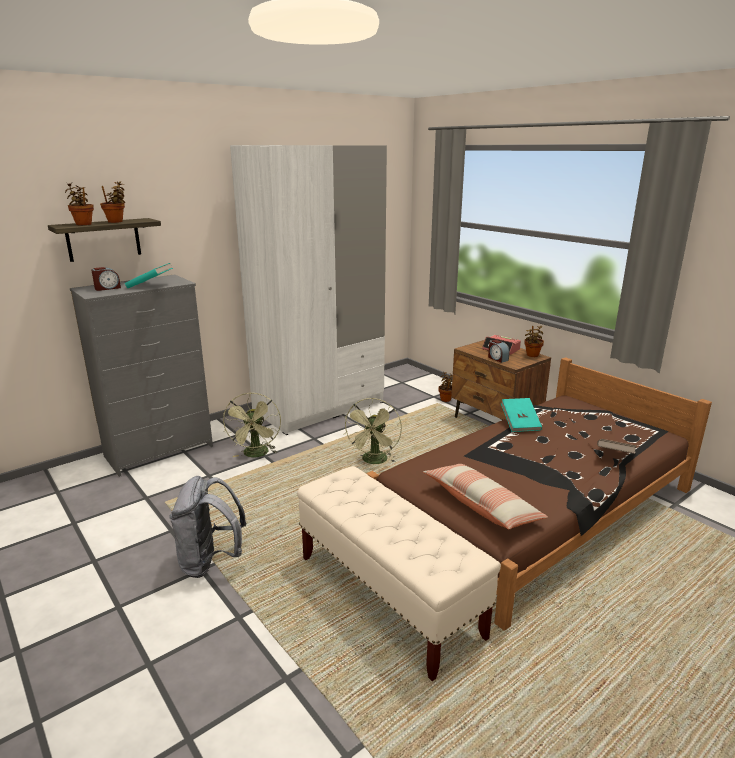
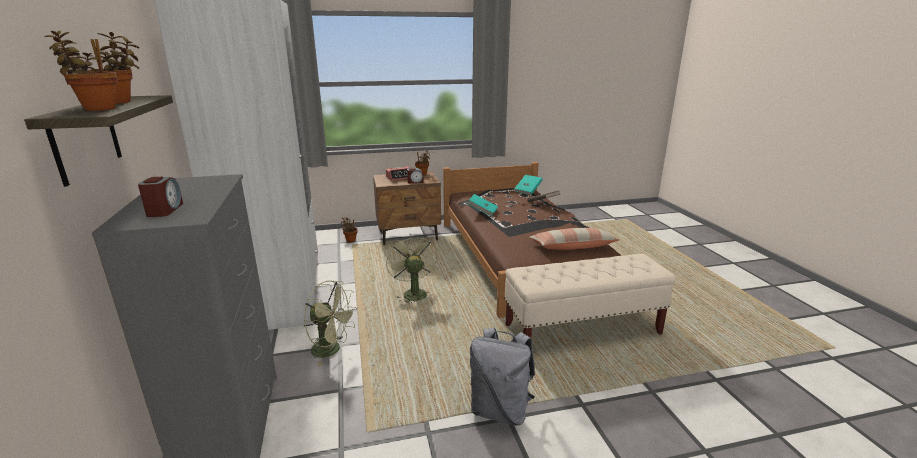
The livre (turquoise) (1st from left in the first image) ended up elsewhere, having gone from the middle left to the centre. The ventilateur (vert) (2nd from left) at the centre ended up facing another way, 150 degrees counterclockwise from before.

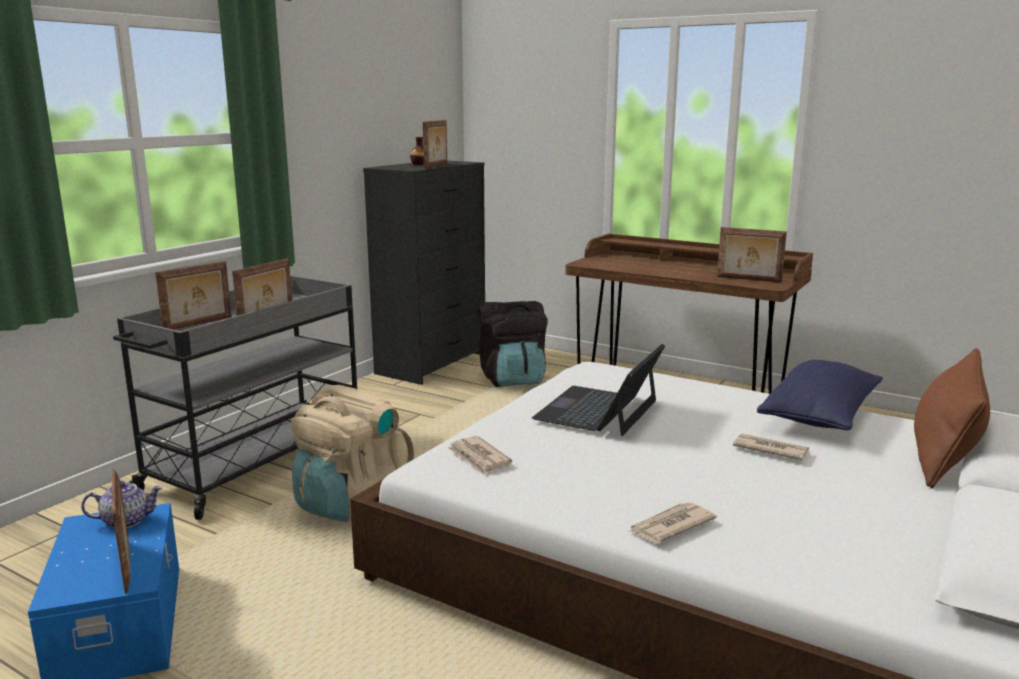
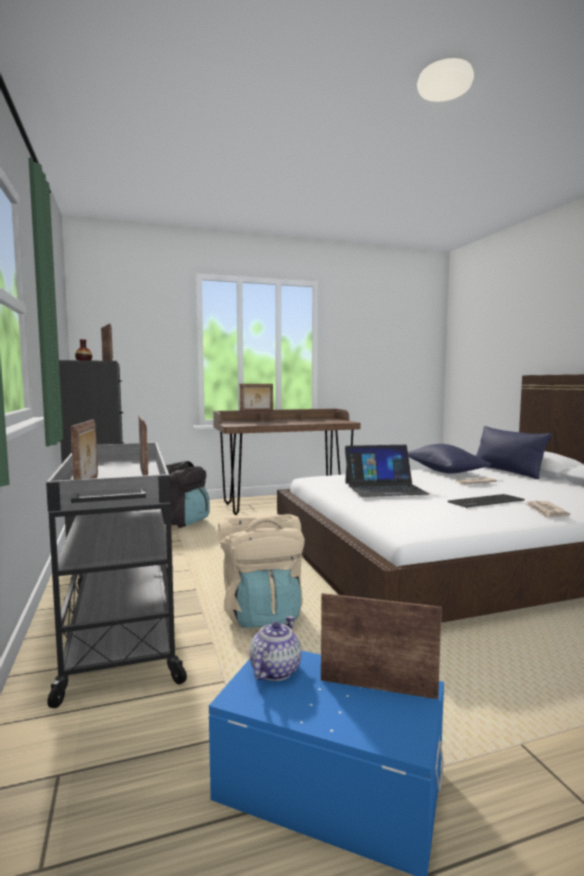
The cadre photo (5th from left in the first image) ended up elsewhere, having gone from the middle right to the centre. The ordinateur portable at the centre ended up facing another way, 75 degrees counterclockwise from before. What was the coussin (marron) at the middle right turned into the coussin (bleu) (2nd from left) at the middle right. The second view lost the journal (1st from left) at the bottom centre. The second view gained the clavier at the middle right.

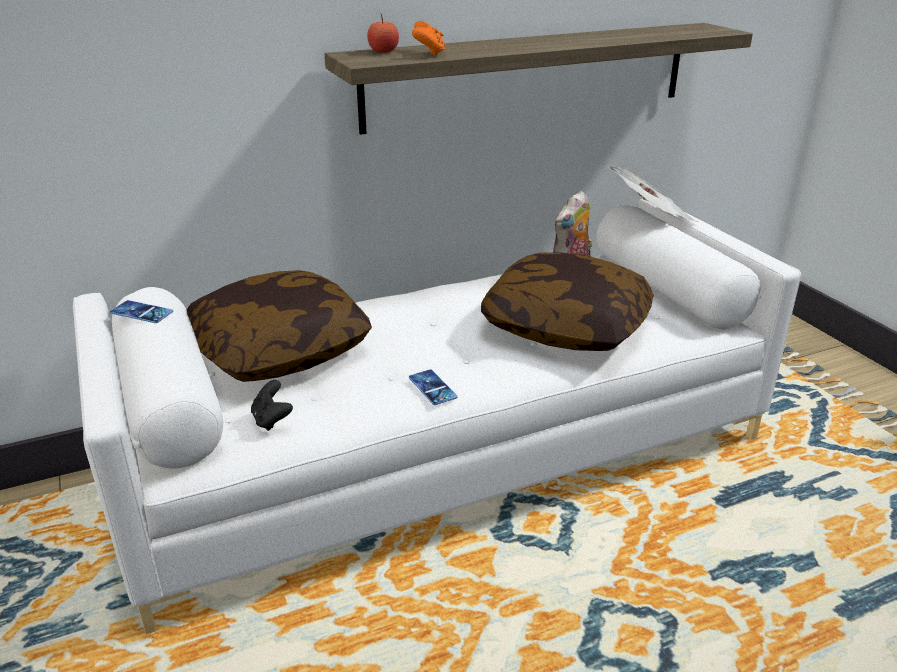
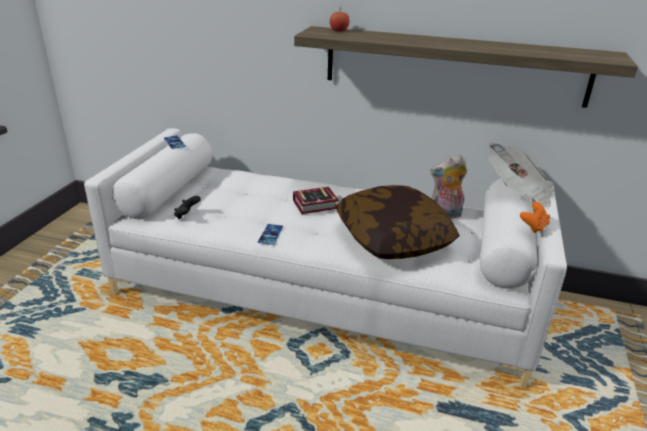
The manette (orange) ended up elsewhere, having gone from the top centre to the middle right. The second view lost the coussin (1st from left) at the middle left. The second view gained the livre at the centre.

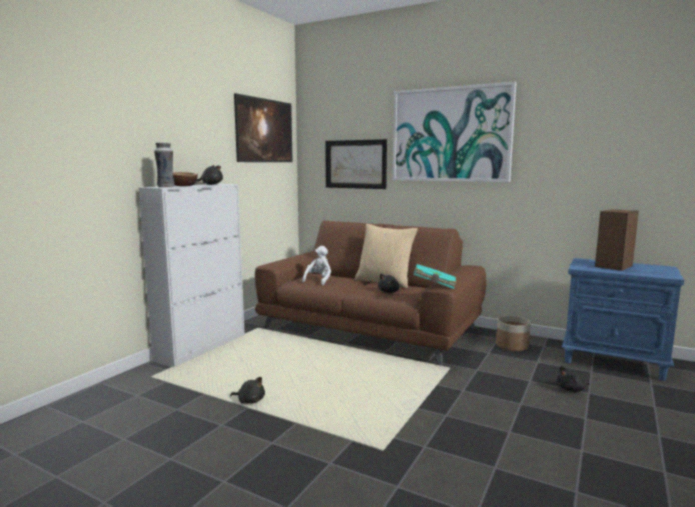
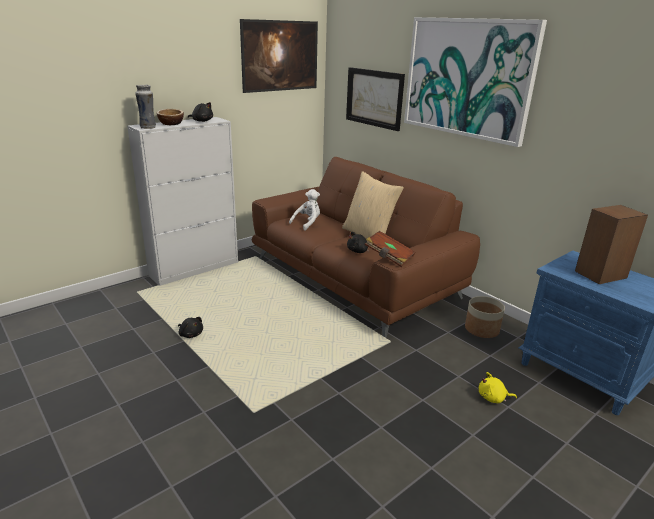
What was the livre (turquoise) at the centre turned into the livre (marron) at the centre. What was the peluche (noir) (4th from left) at the bottom right turned into the peluche (jaune) at the bottom right.

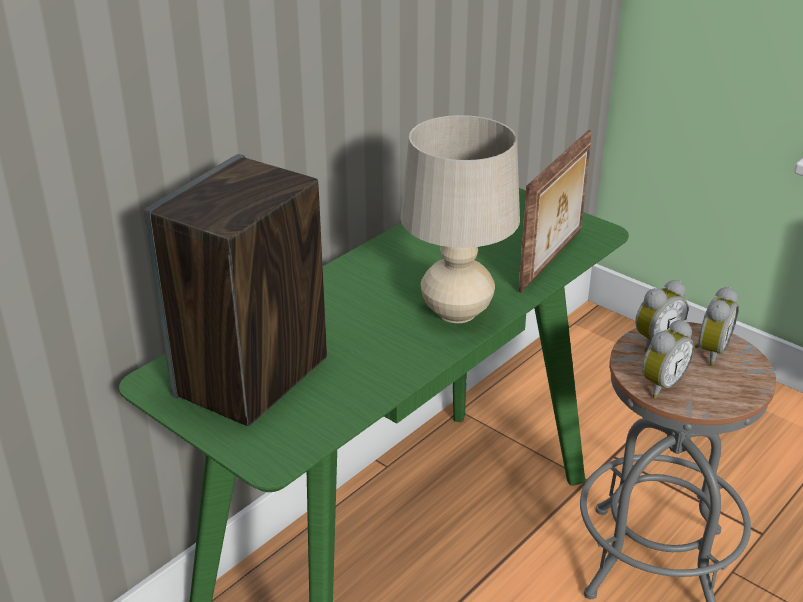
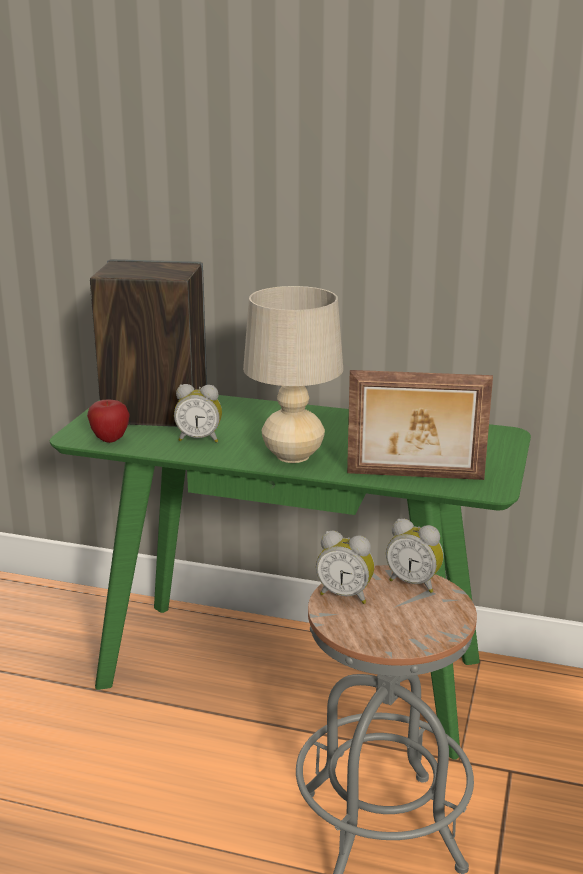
The réveil (3rd from left in the first image) ended up elsewhere, having gone from the middle right to the centre. The second view gained the pomme at the middle left.

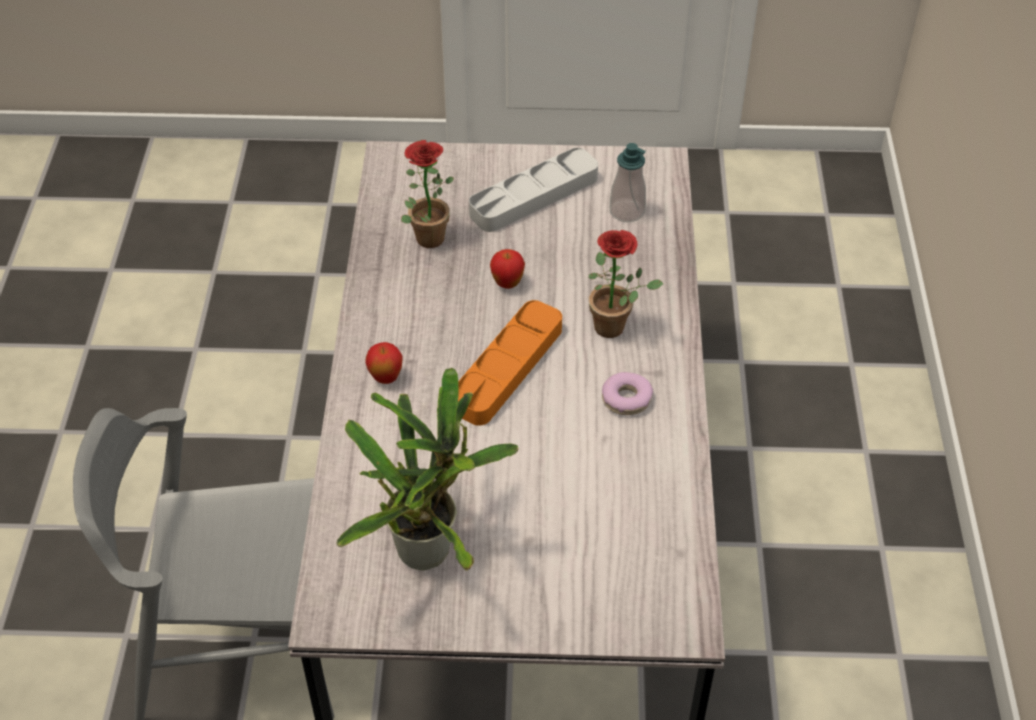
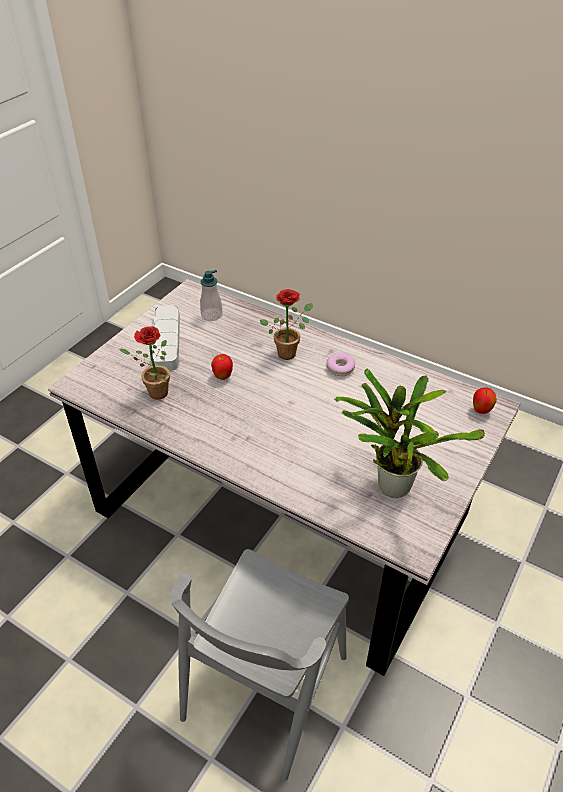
The second view lost the plateau (orange) at the centre. The pomme (1st from left in the first image) ended up elsewhere, having gone from the centre to the middle right.

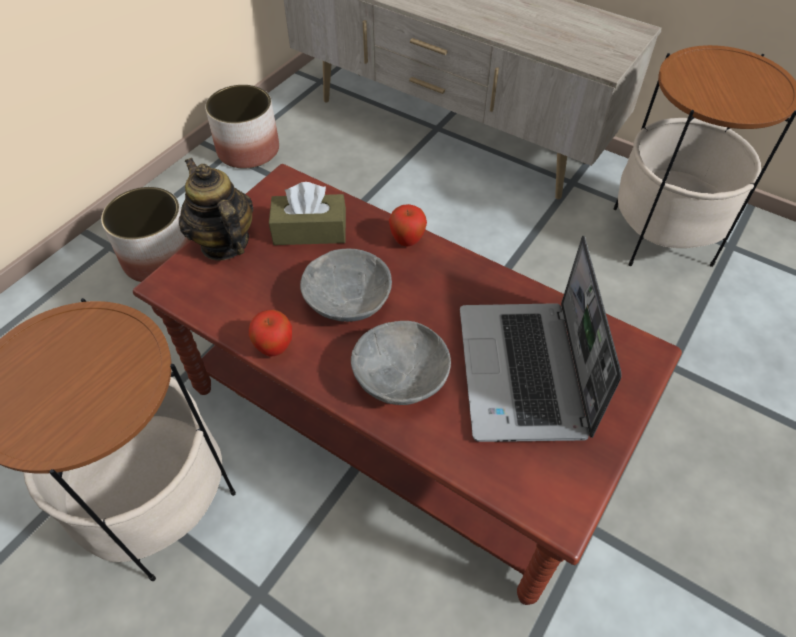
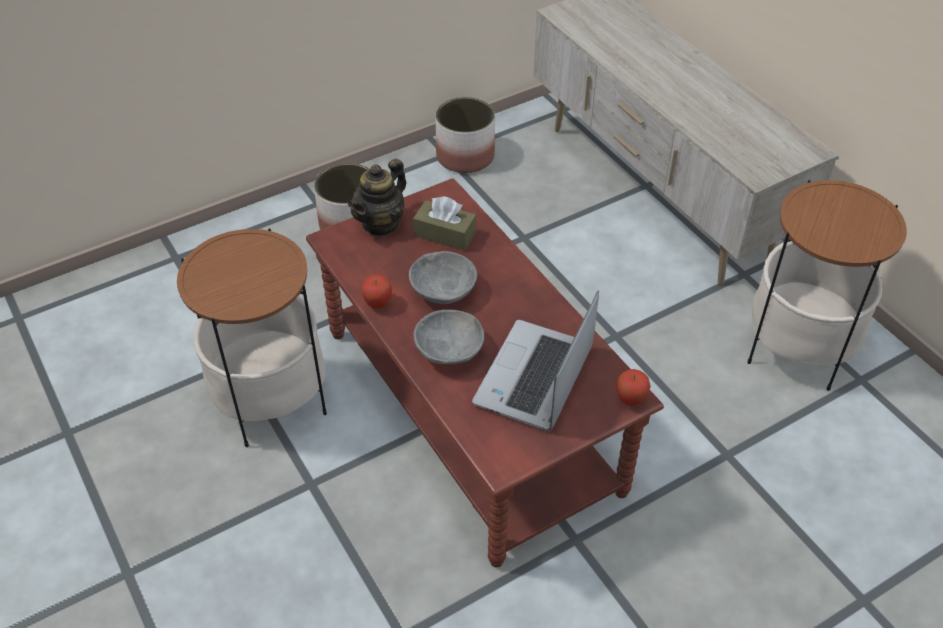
The théière at the top left ended up facing another way, 135 degrees counterclockwise from before. The pomme (2nd from left) ended up elsewhere, having gone from the centre to the middle right.

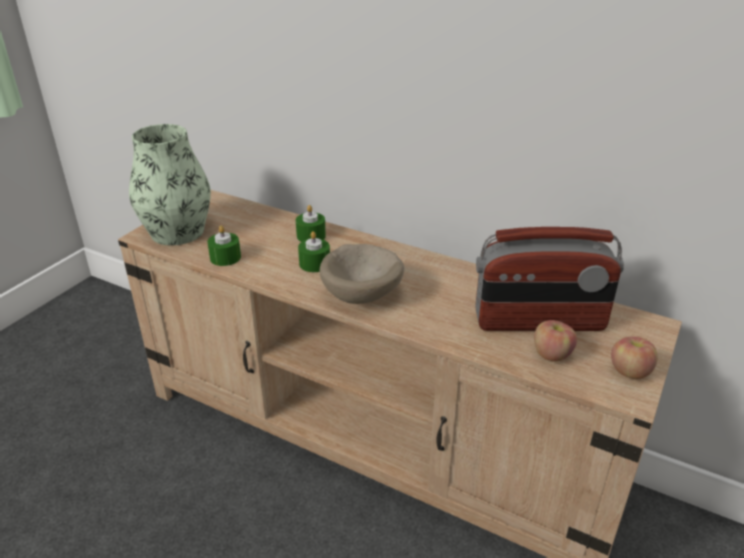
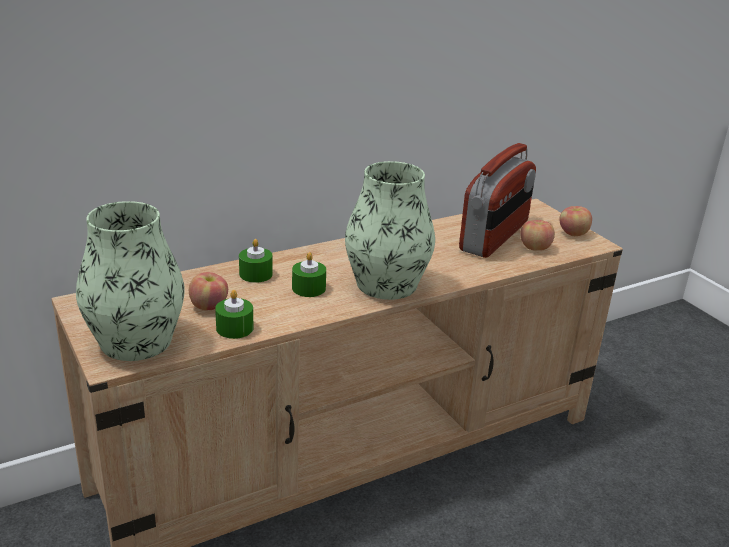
Where the bol (beige) stood at the centre, the vase (2nd from left) came to stand at the centre. The second view gained the pomme (1st from left) at the middle left.

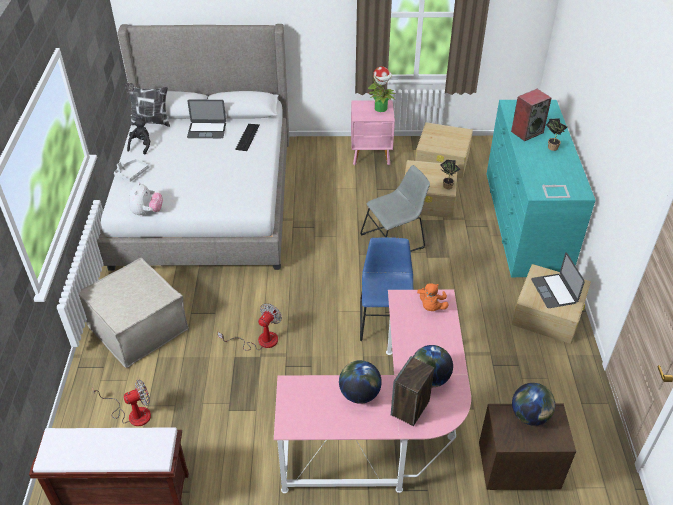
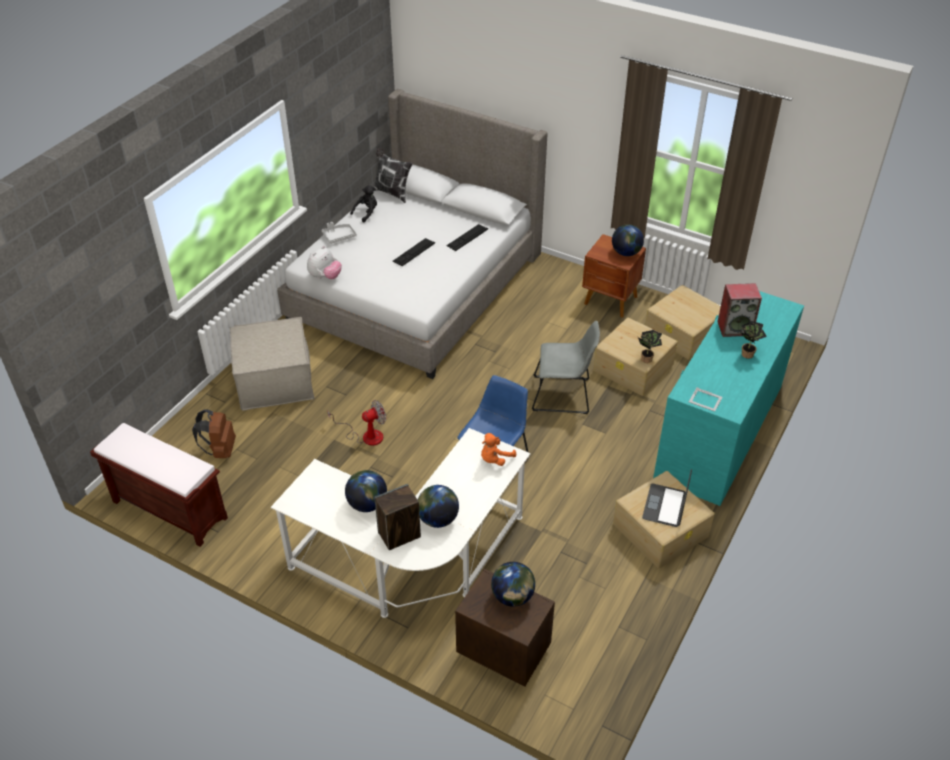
Where the plante en pot (1st from left) stood at the top centre, the globe (4th from left) came to stand at the top centre. The second view lost the ordinateur portable (1st from left) at the top left. What was the table de chevet (rose) at the top centre turned into the table de chevet (marron) (2nd from left) at the centre. What was the bureau (rose) at the bottom centre turned into the bureau (blanc) at the bottom centre. Where the ventilateur (1st from left) stood at the bottom left, the sac à dos (marron) came to stand at the middle left. The second view gained the clavier (1st from left) at the top centre.

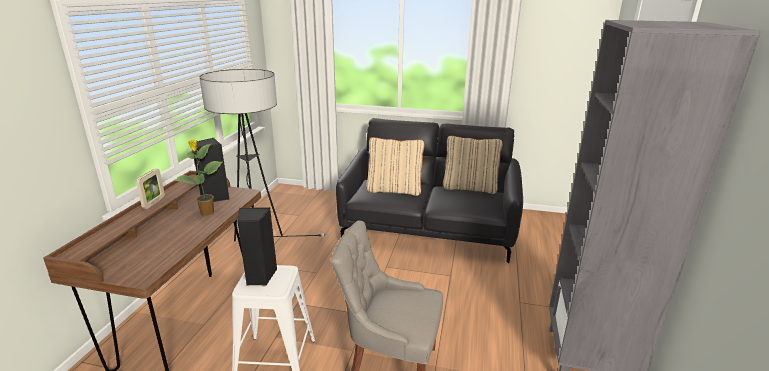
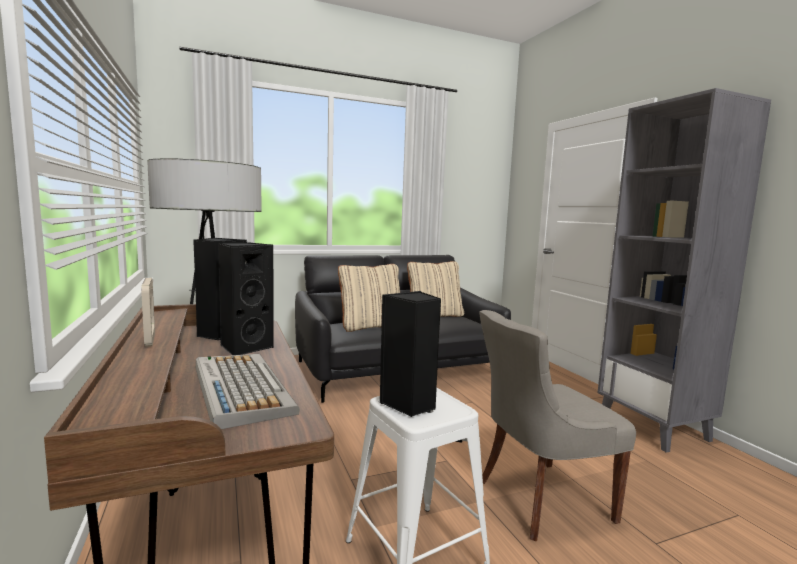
Where the plante en pot stood at the middle left, the enceinte (noir) (2nd from left) came to stand at the middle left. The second view gained the clavier at the bottom left.

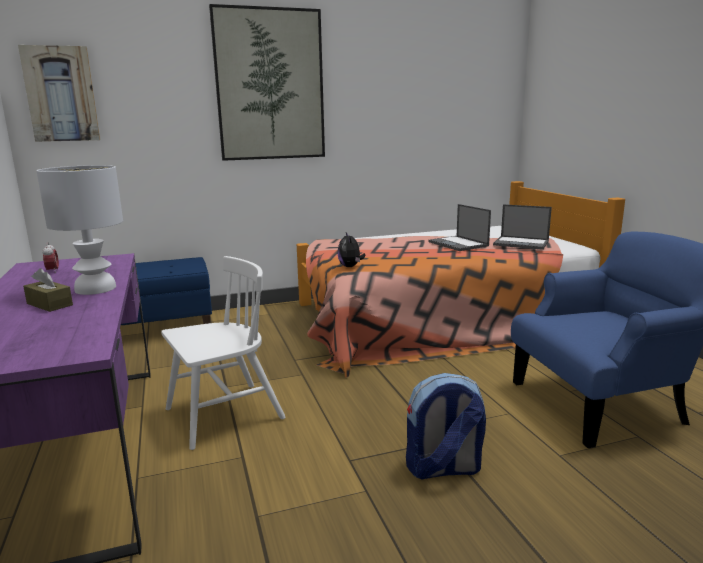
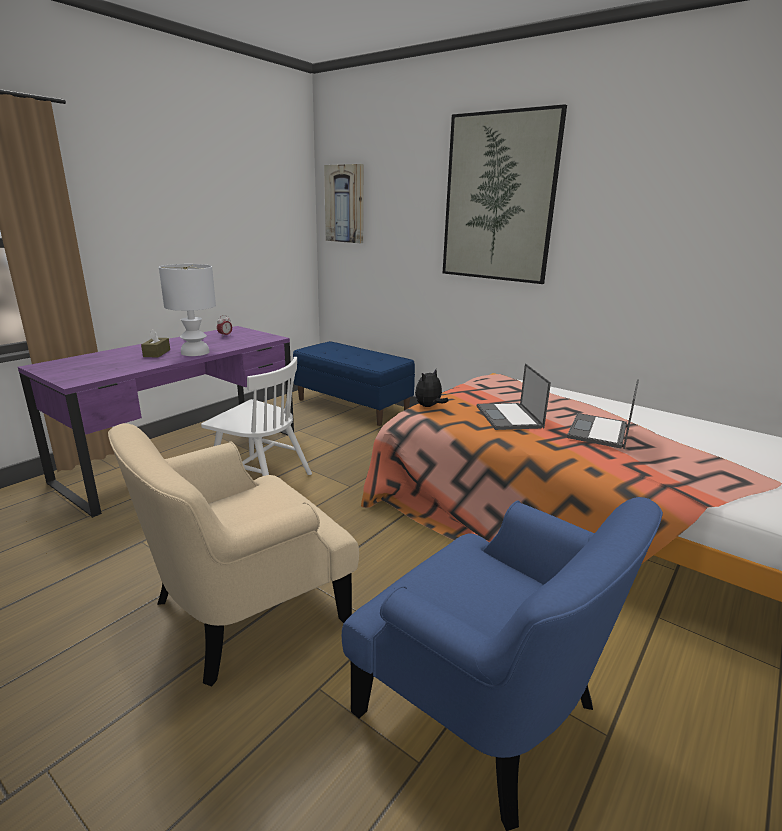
The ordinateur portable (2nd from left in the first image) ended up elsewhere, having gone from the middle right to the centre. Where the sac à dos stood at the bottom centre, the fauteuil (beige) came to stand at the bottom left.

